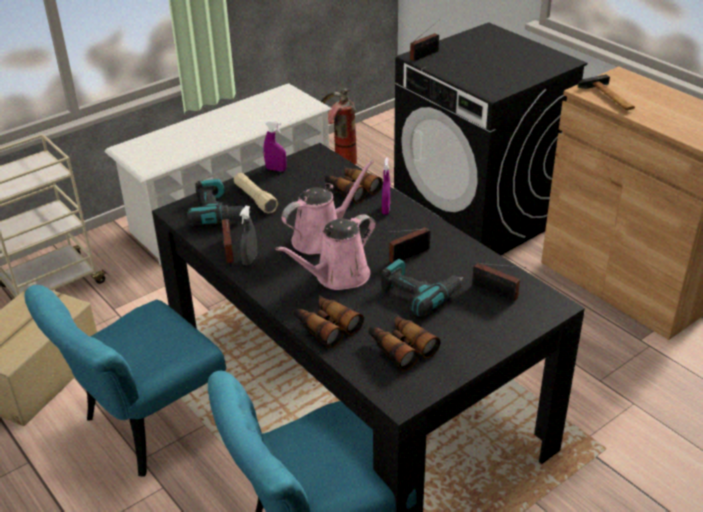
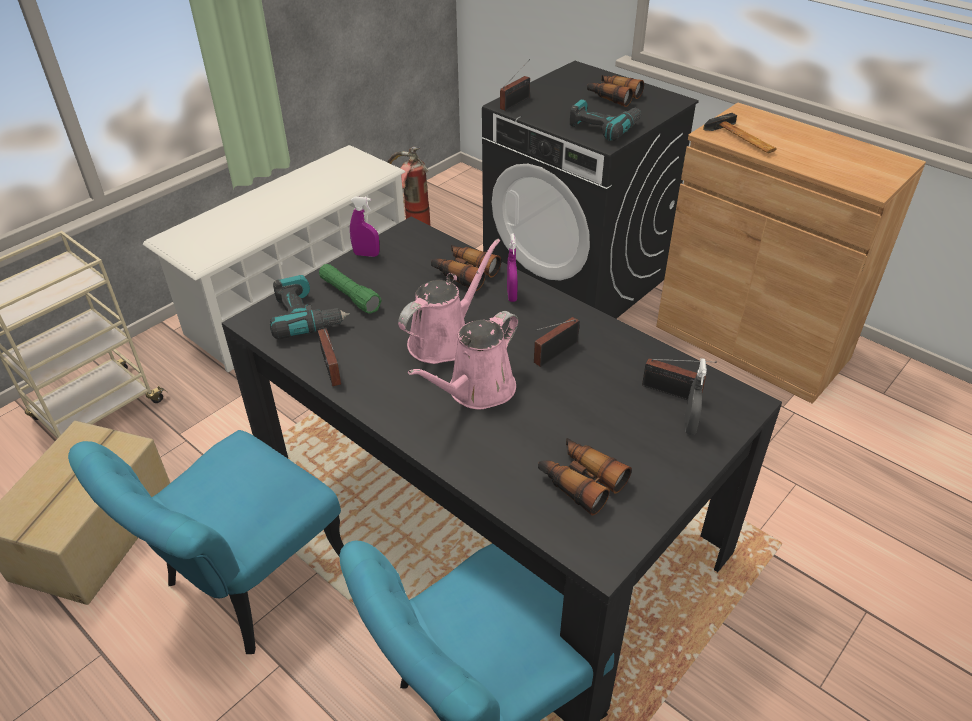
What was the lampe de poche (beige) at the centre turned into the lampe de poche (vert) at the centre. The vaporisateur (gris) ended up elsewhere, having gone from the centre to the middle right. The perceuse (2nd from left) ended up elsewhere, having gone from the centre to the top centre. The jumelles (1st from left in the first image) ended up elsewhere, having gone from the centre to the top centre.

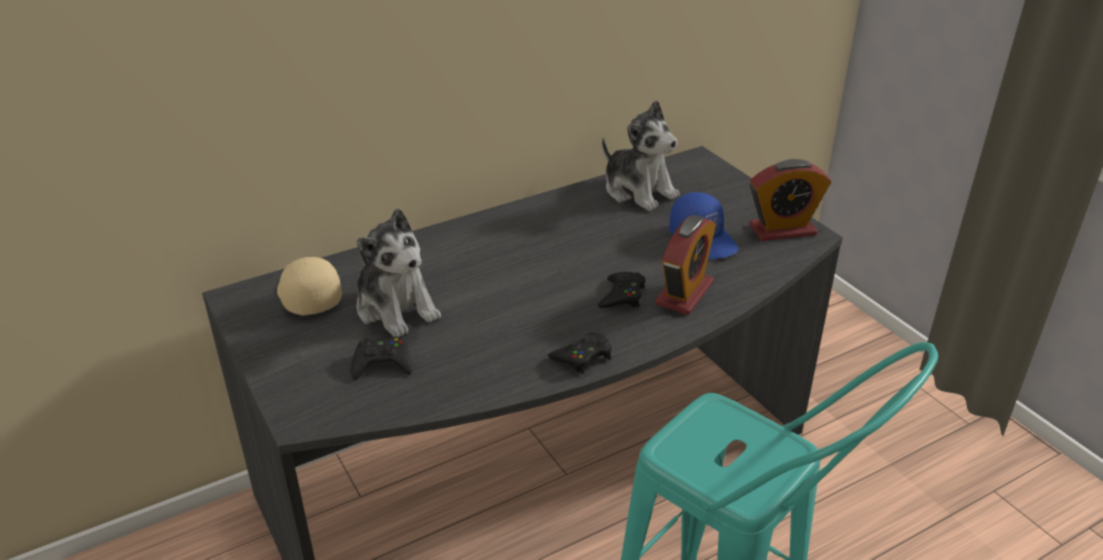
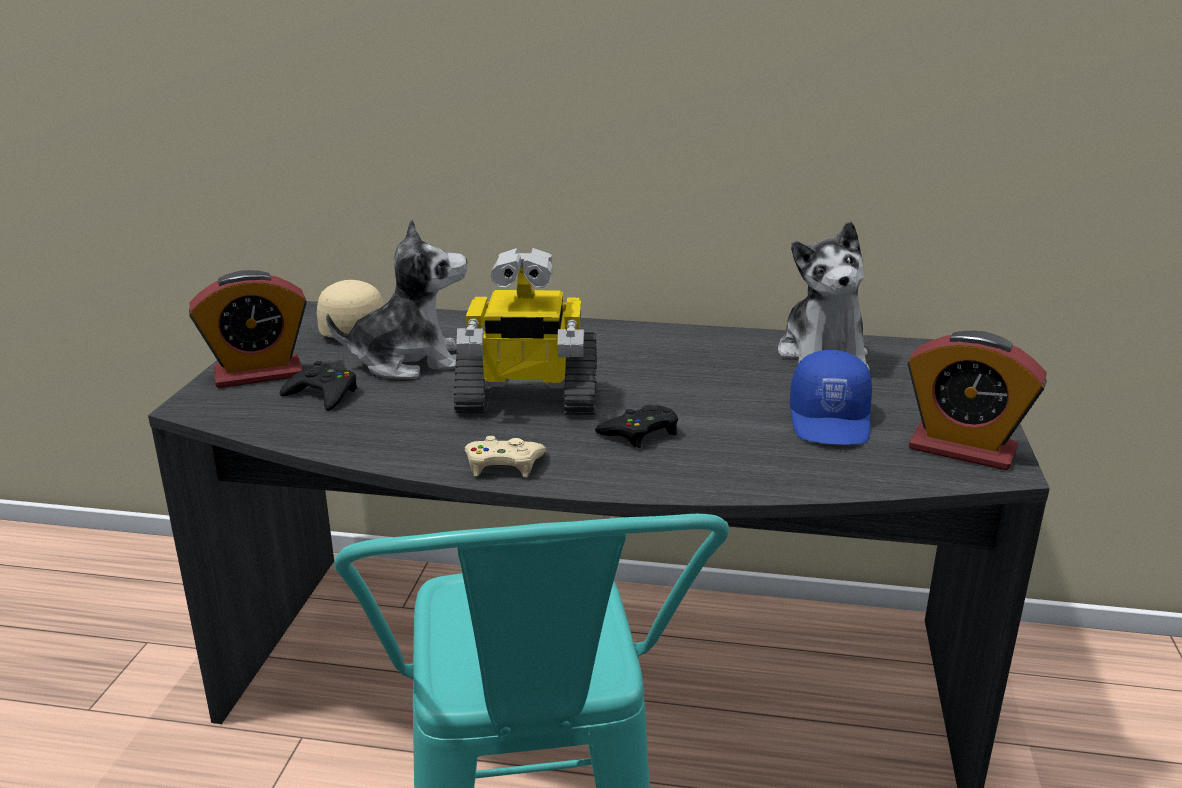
The peluche (1st from left) at the centre ended up facing another way, 105 degrees counterclockwise from before. The réveil (1st from left) ended up elsewhere, having gone from the centre to the middle left. What was the manette (noir) (2nd from left) at the centre turned into the manette (beige) at the centre. The second view gained the robot jouet at the centre.

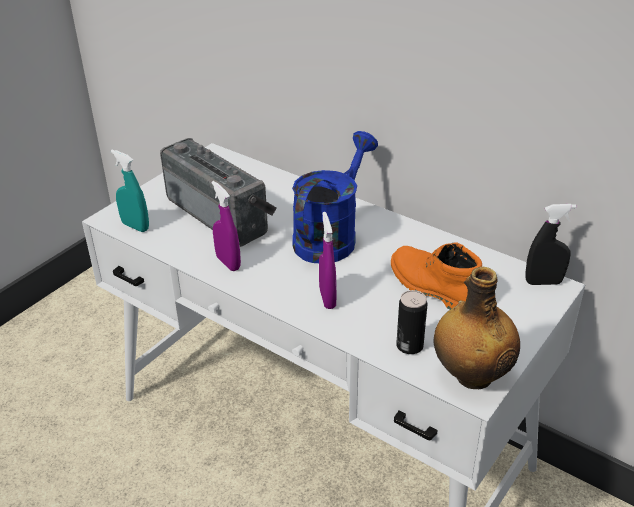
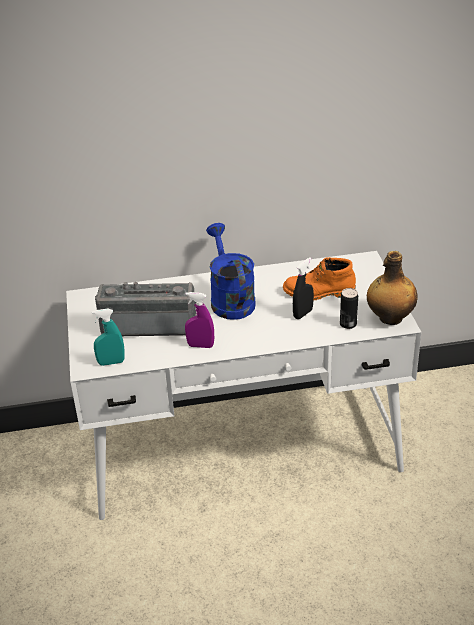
The vaporisateur (noir) ended up elsewhere, having gone from the middle right to the centre. The second view lost the vaporisateur (violet) (2nd from left) at the centre.

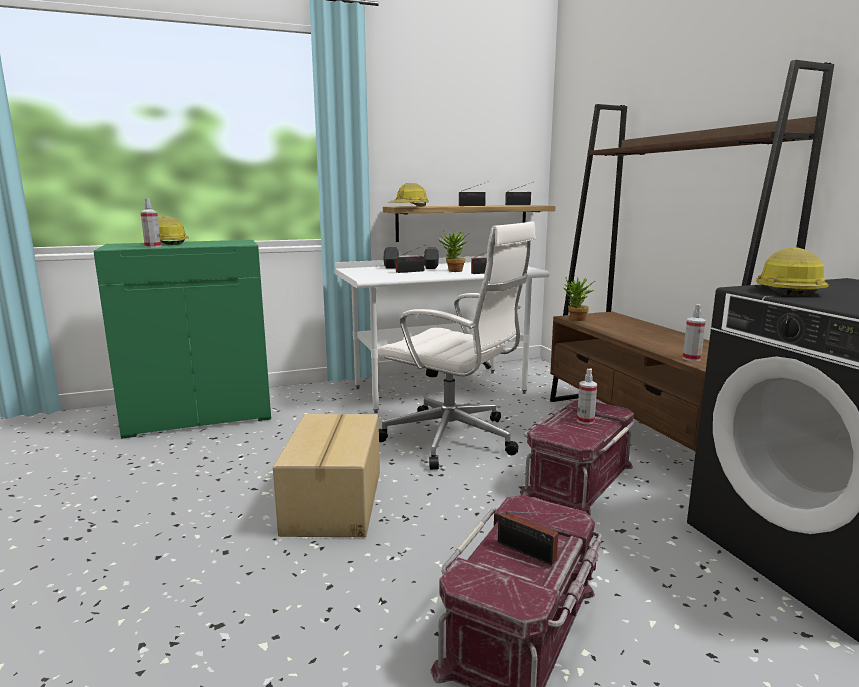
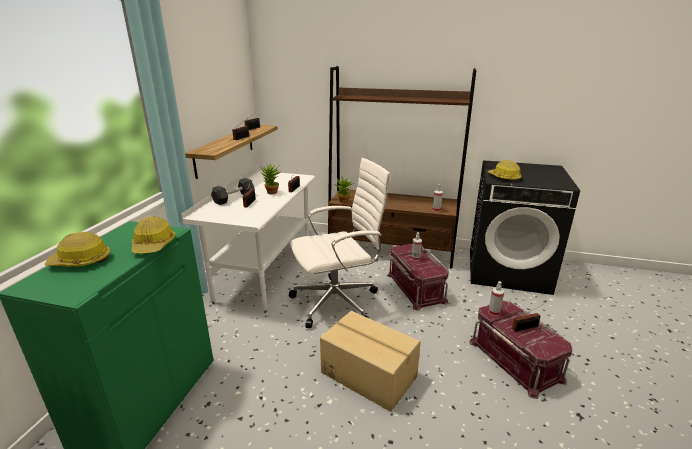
The casque de chantier (2nd from left) ended up elsewhere, having gone from the top centre to the middle left. The vaporisateur (1st from left in the first image) ended up elsewhere, having gone from the top left to the middle right.

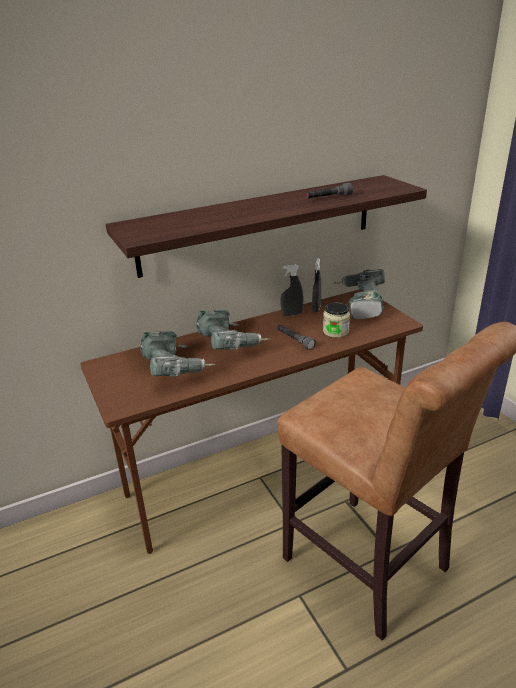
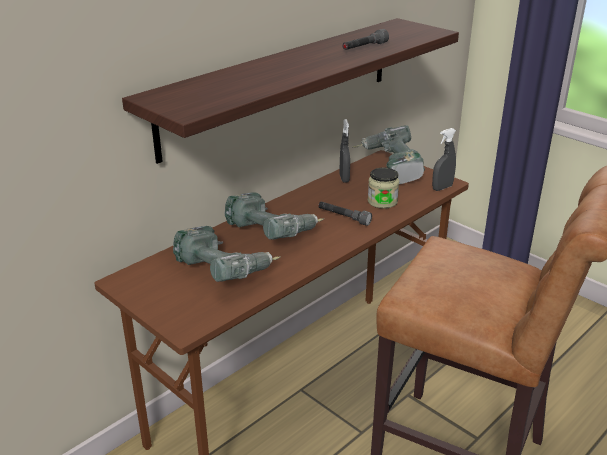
The vaporisateur (gris) (1st from left in the first image) ended up elsewhere, having gone from the centre to the middle right.

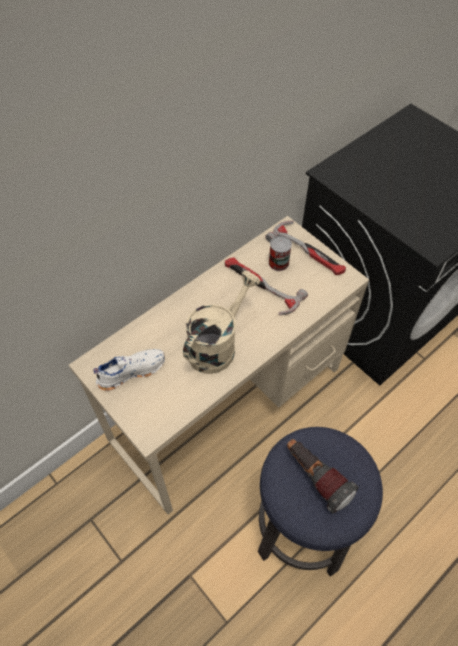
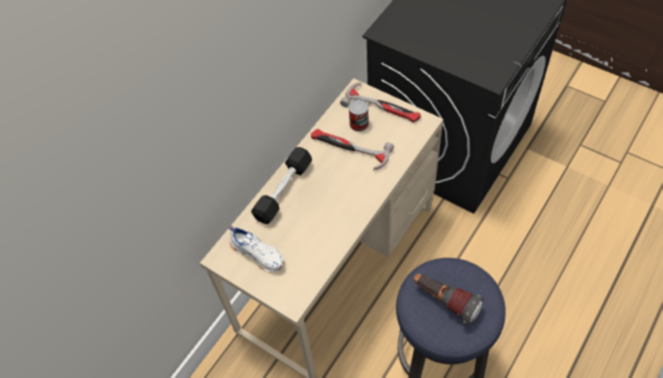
The second view lost the arrosoir (beige) at the centre. The chaussure (blanc) at the middle left ended up facing another way, 75 degrees clockwise from before. The second view gained the haltère (noir) at the centre.

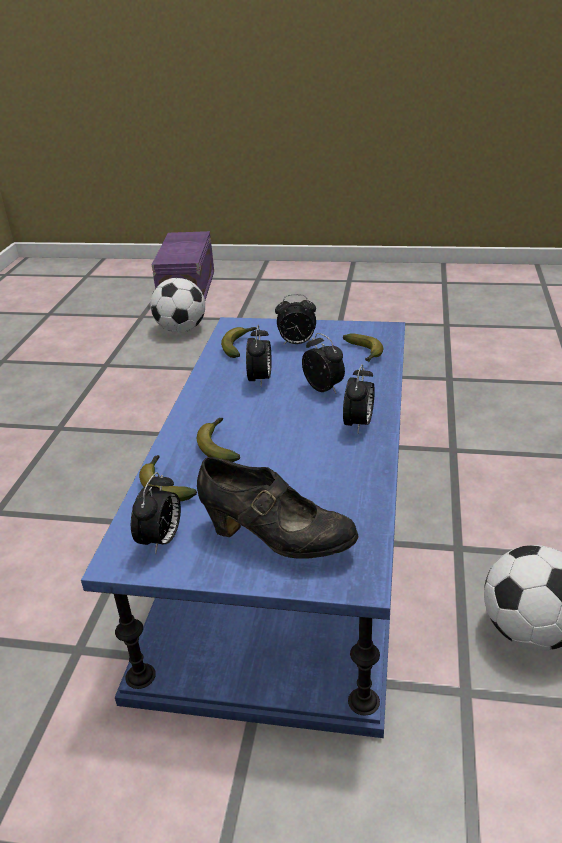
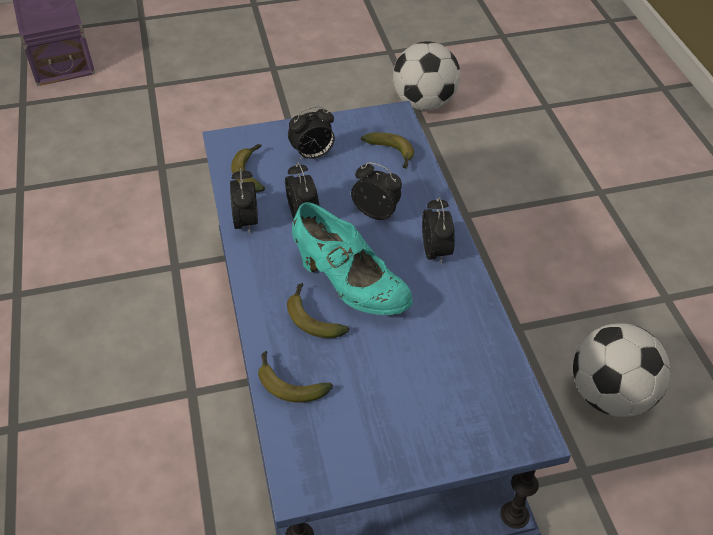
The ballon de foot (1st from left) ended up elsewhere, having gone from the middle left to the top centre. The second view lost the chaussure (noir) at the centre. The réveil (1st from left) ended up elsewhere, having gone from the middle left to the centre. The second view gained the chaussure (turquoise) at the centre.

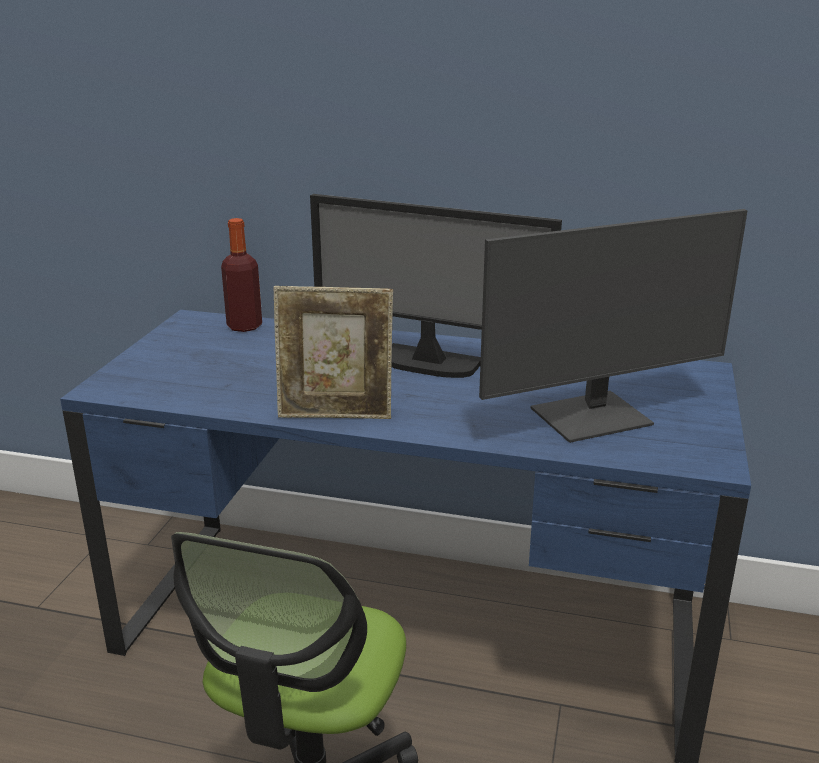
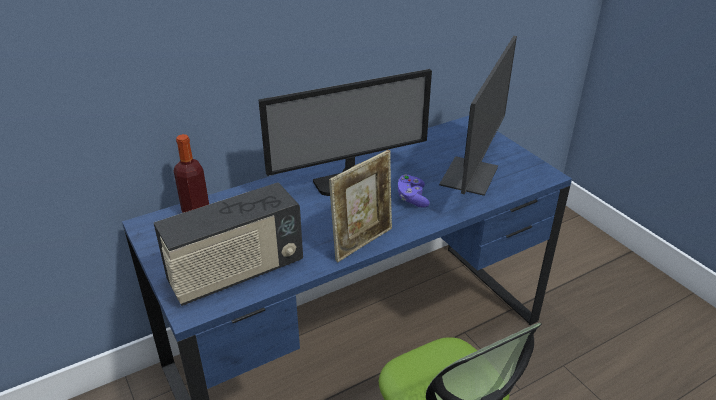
The second view gained the manette (violet) at the centre. The second view gained the radio at the middle left.

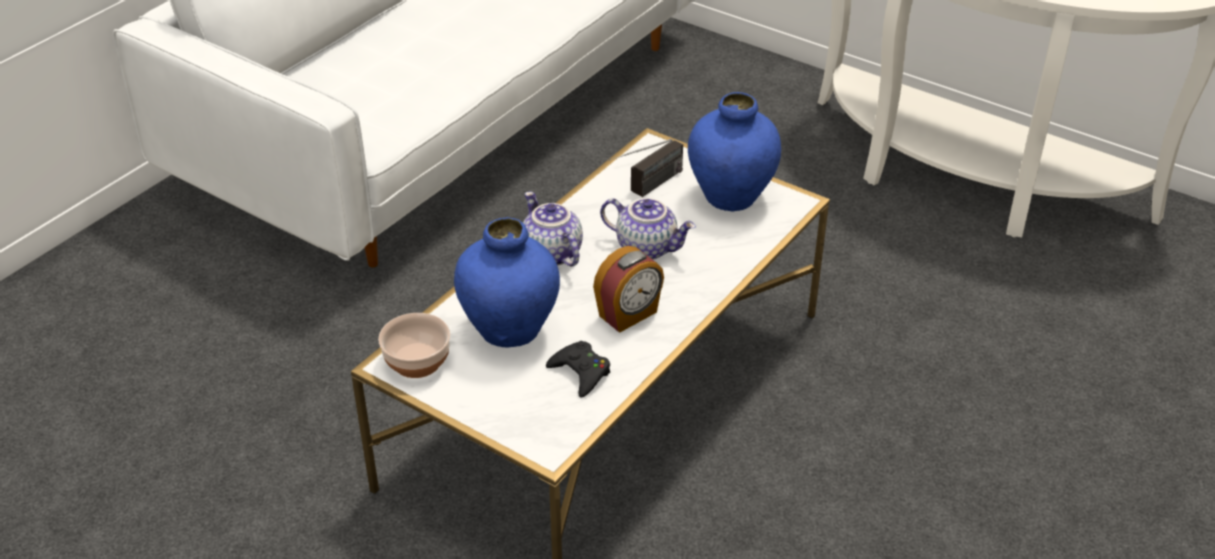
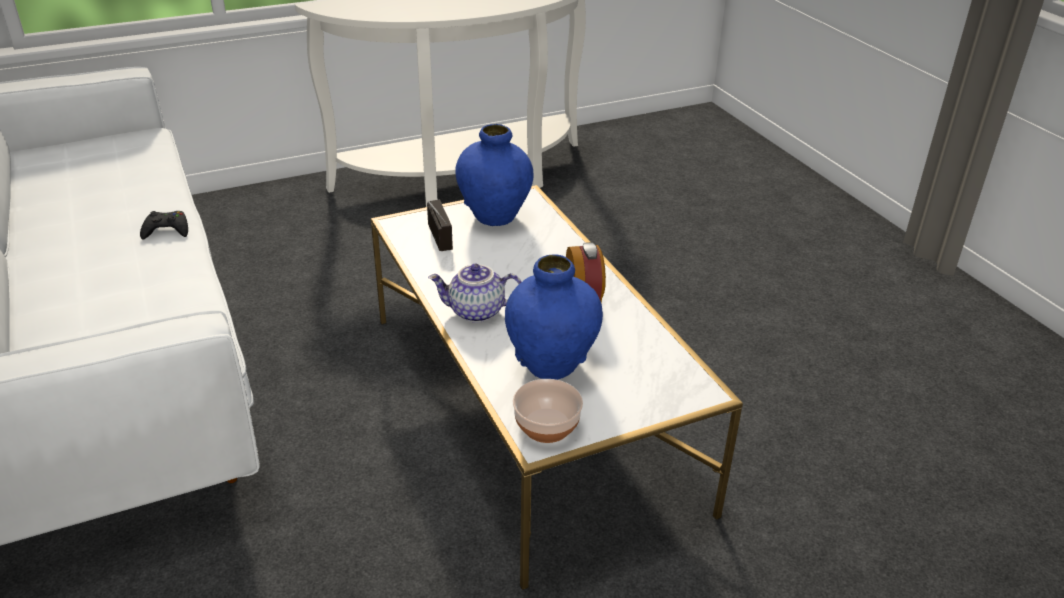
The second view lost the théière (2nd from left) at the centre. The manette (noir) ended up elsewhere, having gone from the centre to the middle left.

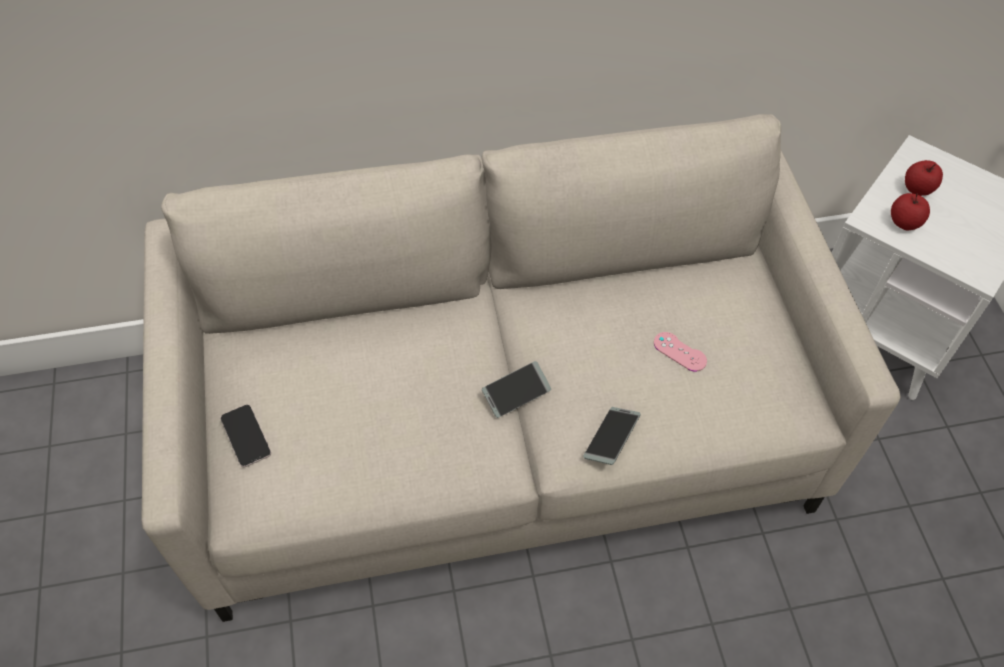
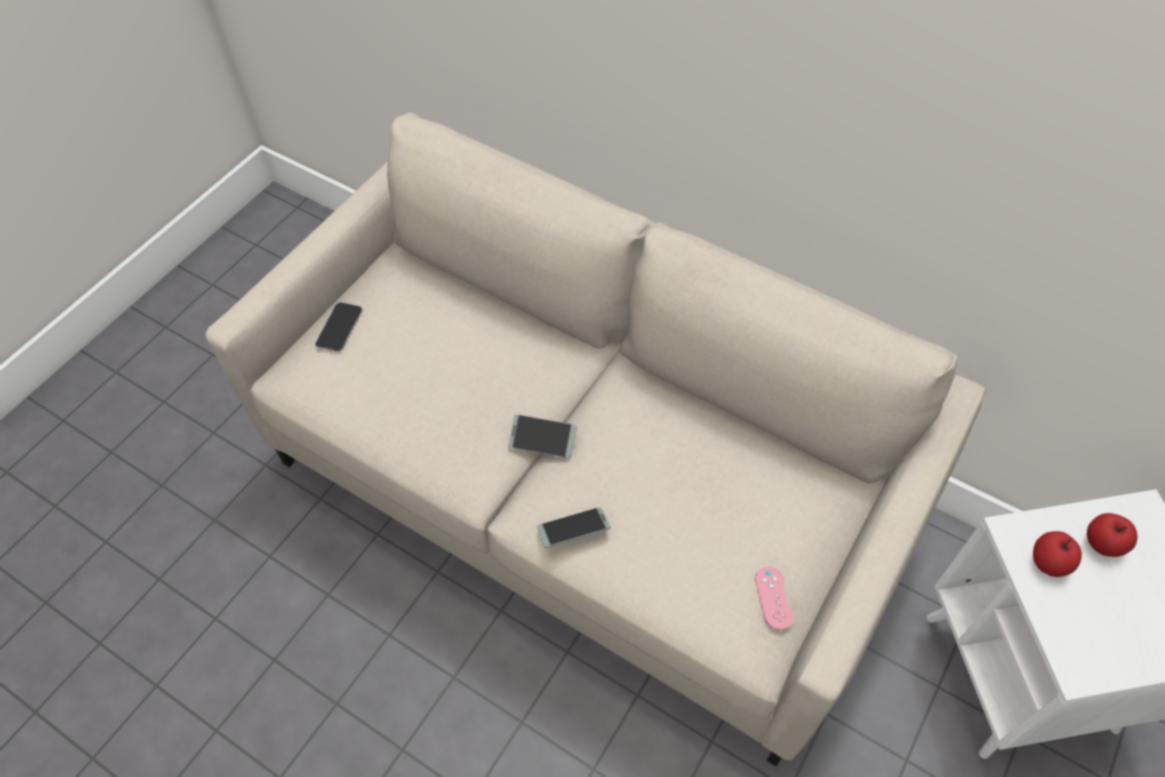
The manette (rose) ended up elsewhere, having gone from the middle right to the bottom centre.

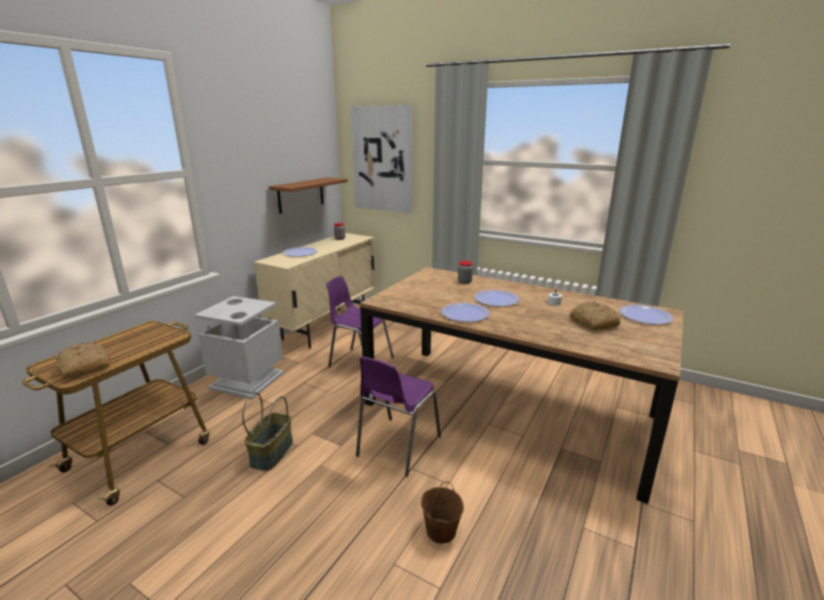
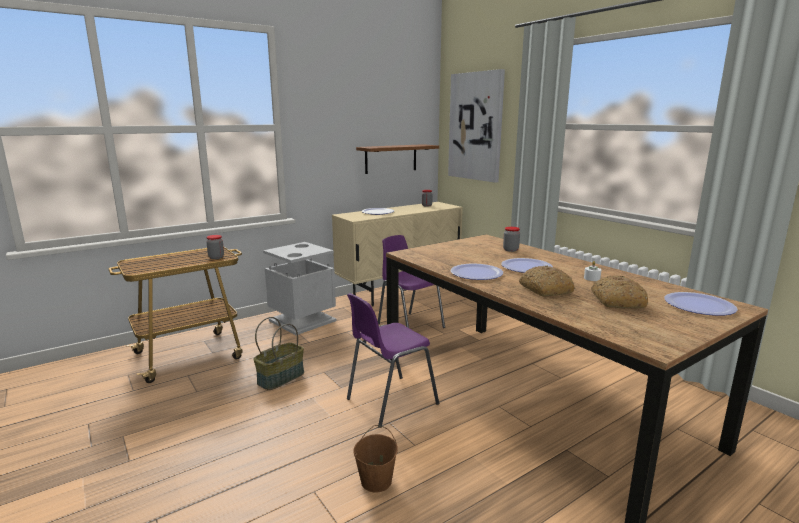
The pain (1st from left) ended up elsewhere, having gone from the middle left to the middle right. The second view gained the bocal (1st from left) at the middle left.

